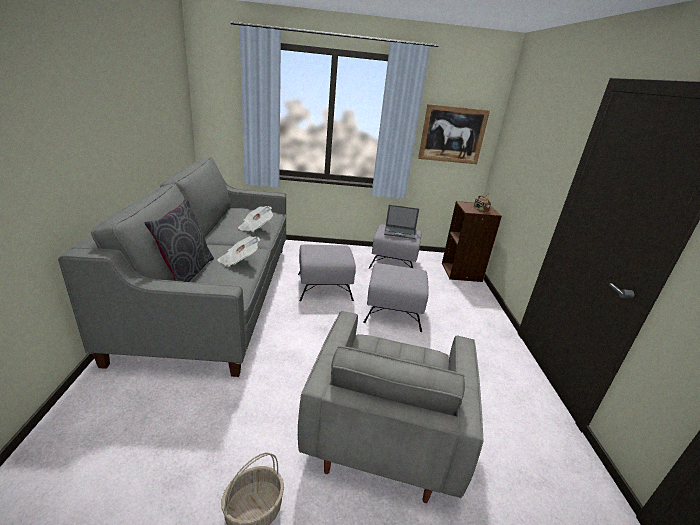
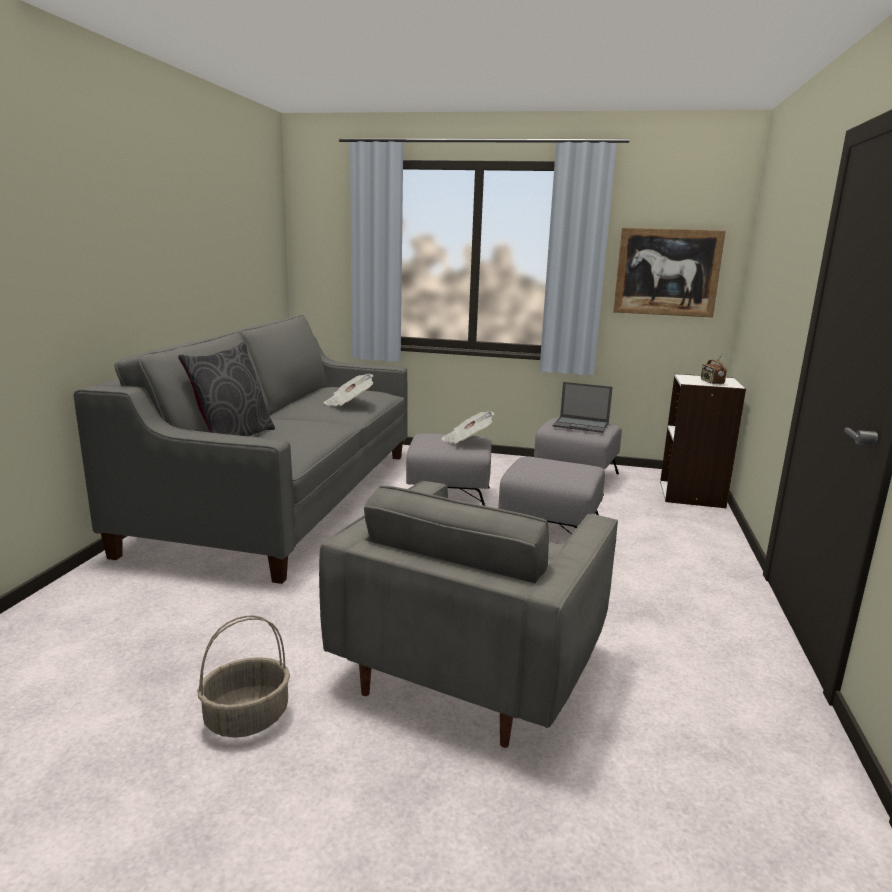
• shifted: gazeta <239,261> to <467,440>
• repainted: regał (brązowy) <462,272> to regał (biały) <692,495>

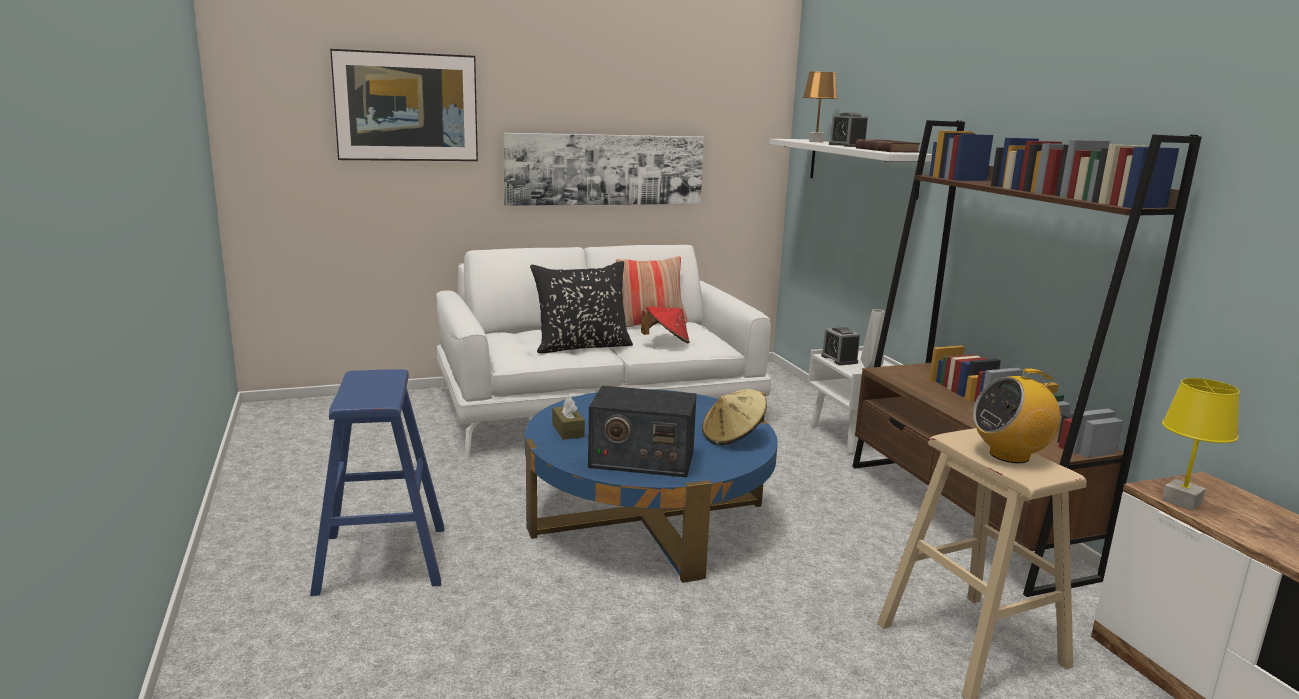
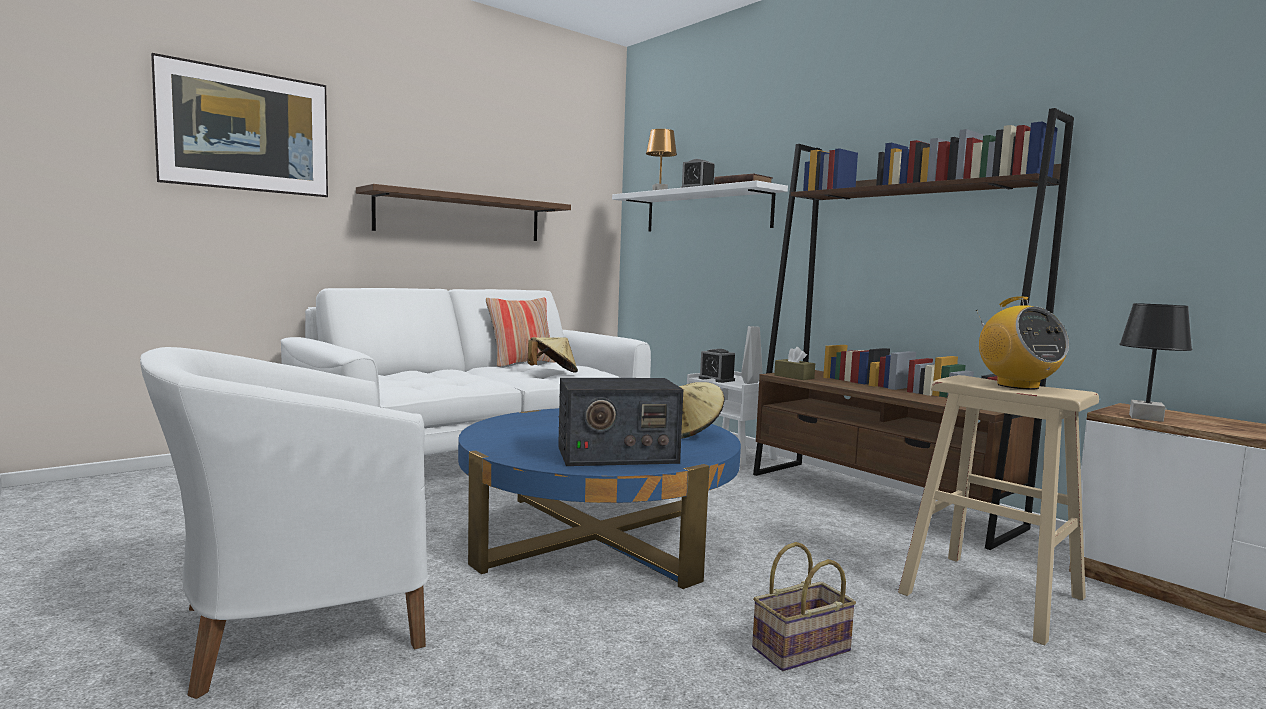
• swapped: stołek (niebieski) <382,559> to fotel (biały) <294,625>
• swapped: obraz <605,169> to półka (brązowy) <460,217>
• repainted: kapelusz (czerwony) <666,342> to kapelusz (beżowy) <553,373>
• new: koszyk <800,651>
• shifted: pudełko chusteczek (brązowy) <568,430> to <794,377>
• rotated: radio <1010,455> = <1017,386> 75 degrees counterclockwise
• repainted: lampa stołowa (żółty) <1181,502> to lampa stołowa (czarny) <1145,418>
• gone: poduszka (czarny) <582,346>

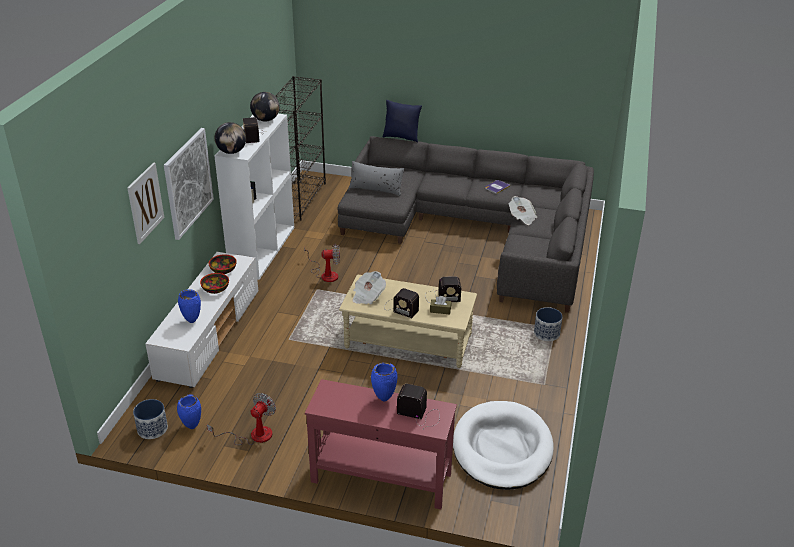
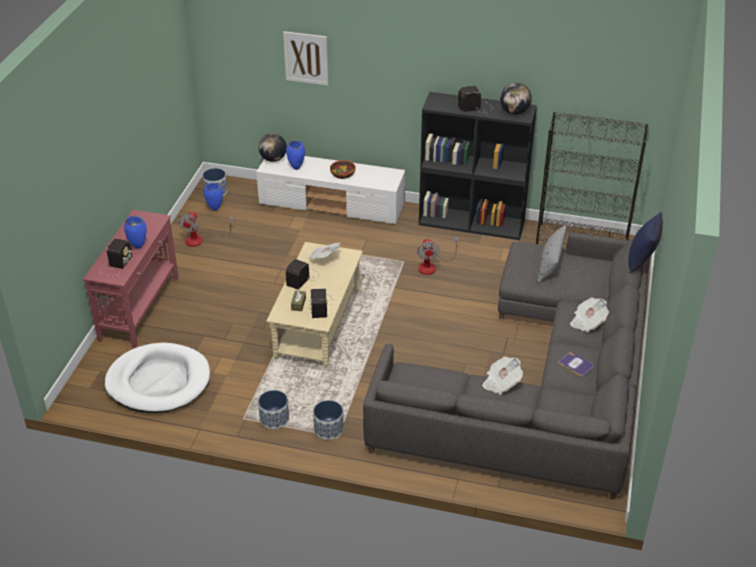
• rotated: wentylator <253,435> = <200,239> 75 degrees clockwise
• shifted: globus <231,152> to <273,159>
• new: donica <274,419>
• repainted: regał (biały) <262,250> to regał (czarny) <472,222>
• new: gazeta <587,322>
• gone: obraz <188,183>
• gone: miska <223,270>

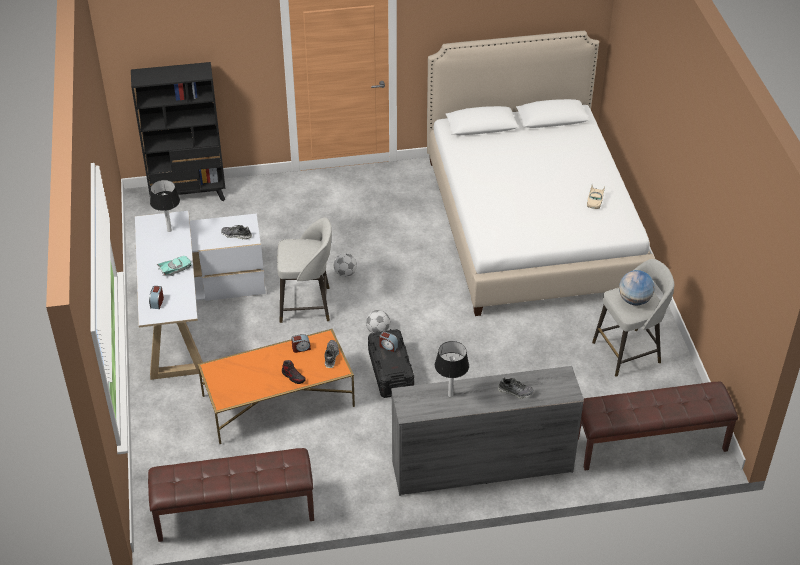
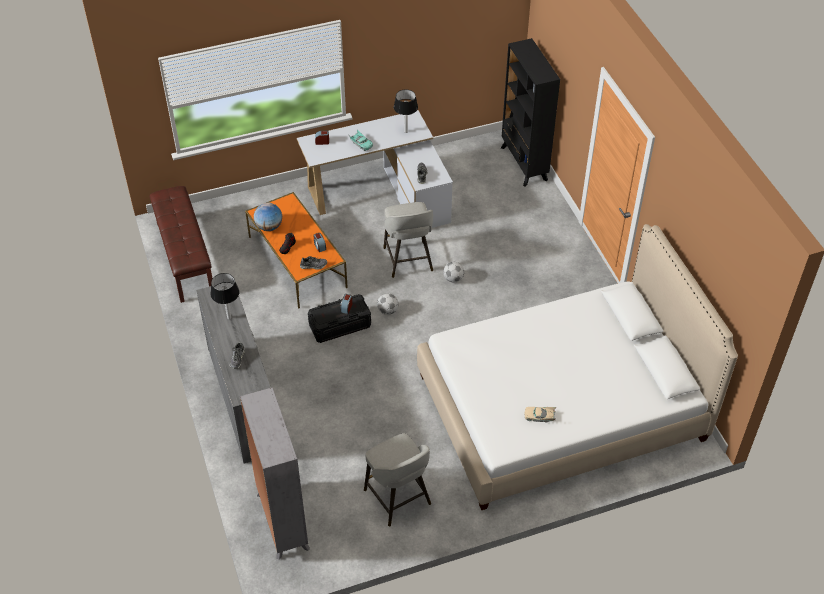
• swapped: ławka (brązowy) <650,444> to regał (szary) <283,521>
• shifted: globus <634,300> to <269,227>

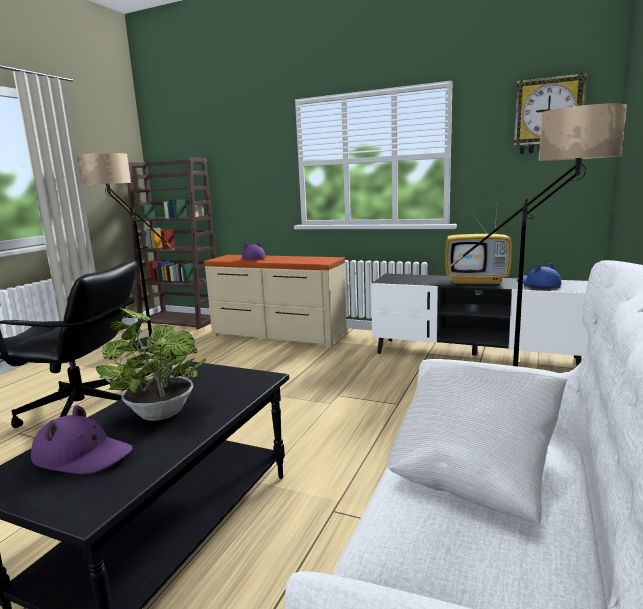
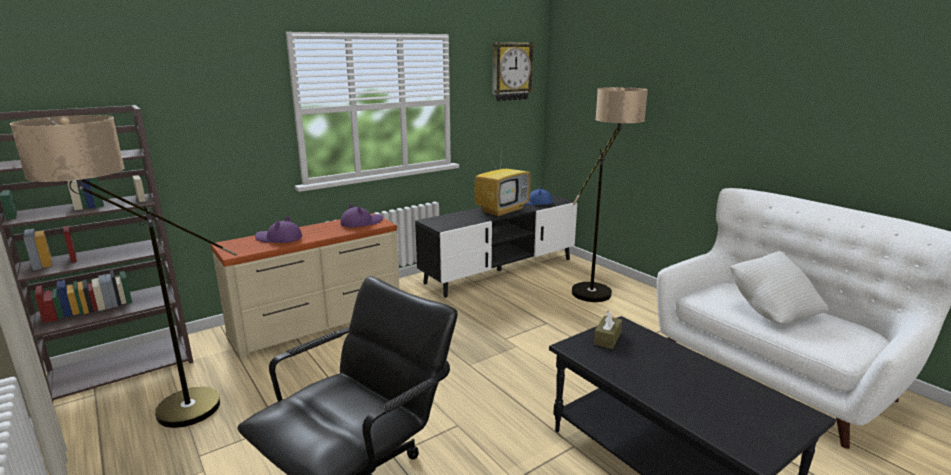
• shifted: kapelusz (fioletowy) <83,455> to <361,223>
• new: pudełko chusteczek (brązowy) <607,338>
• gone: roślina doniczkowa <158,412>

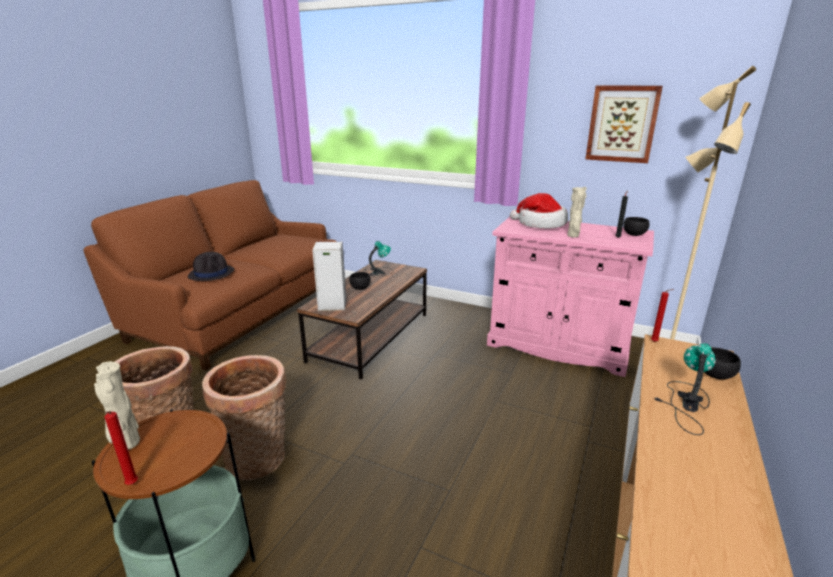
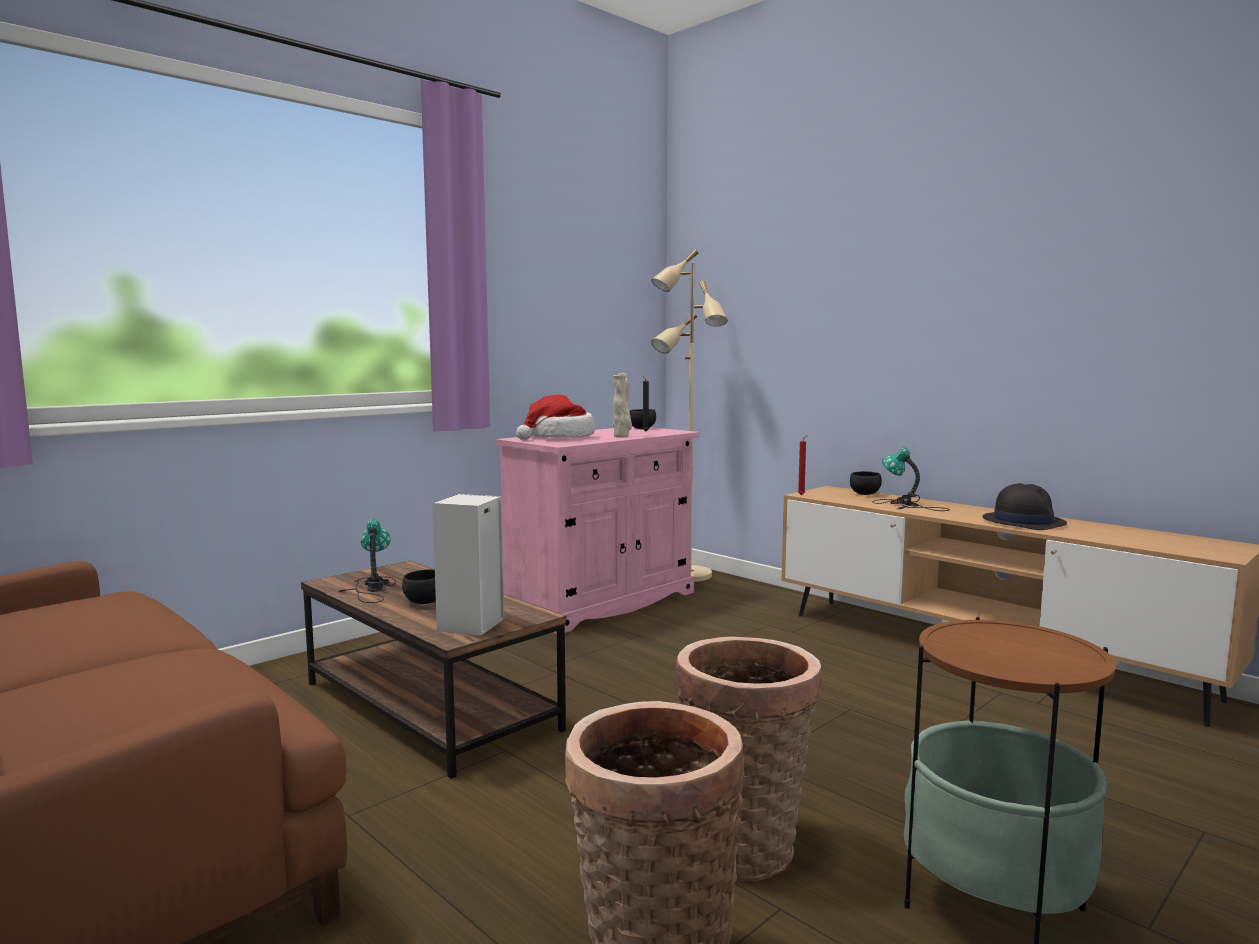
• shifted: kapelusz (czarny) <212,273> to <1023,521>
• gone: wazon (beżowy) <127,444>
• gone: świeca (czerwony) <132,485>
• gone: obraz <622,124>

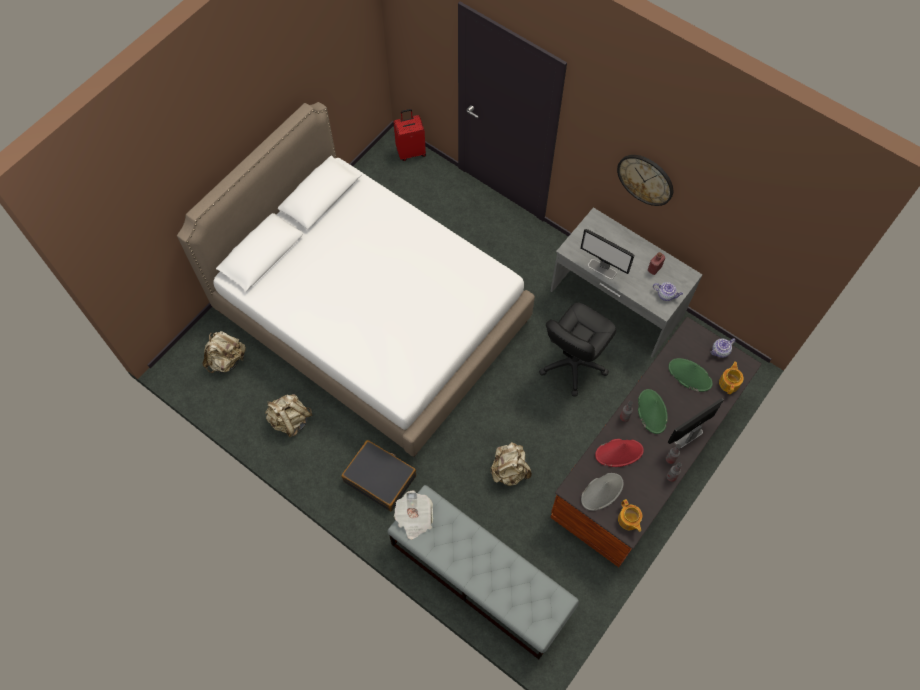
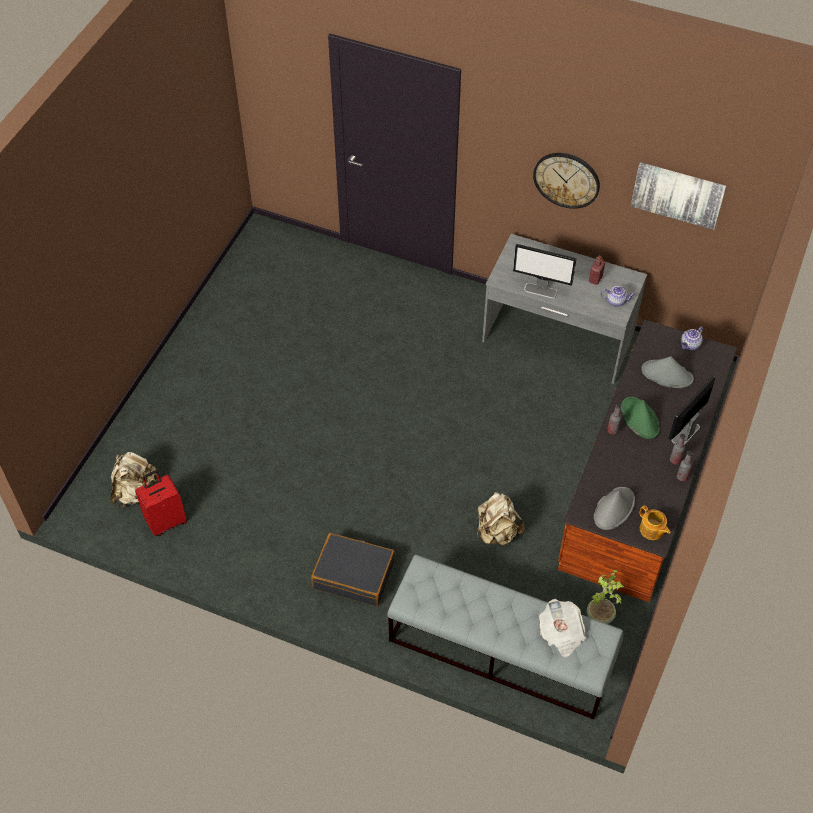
• shifted: walizka (czerwony) <411,152> to <166,521>
• shifted: gazeta <414,518> to <561,634>
• new: roślina doniczkowa <600,615>
• new: obraz <678,194>
• repainted: kapelusz (zielony) <689,375> to kapelusz (szary) <666,374>
• gone: łóżko (biały) <372,316>
• gone: plecak (beżowy) <290,420>
• gone: krzesło biurowe (czarny) <572,364>
• gone: kapelusz (czerwony) <619,453>
• gone: imbryk <729,382>

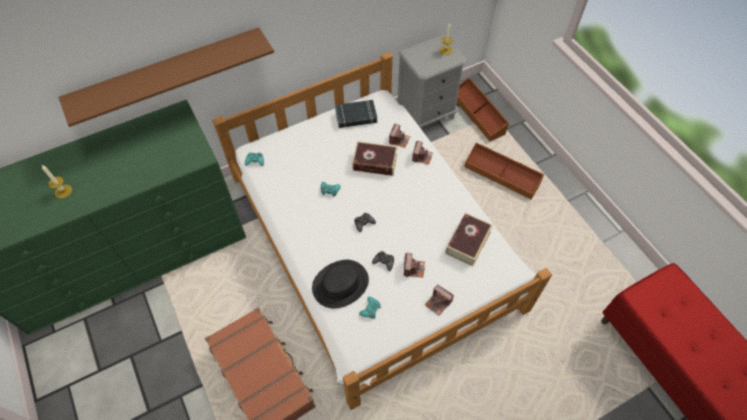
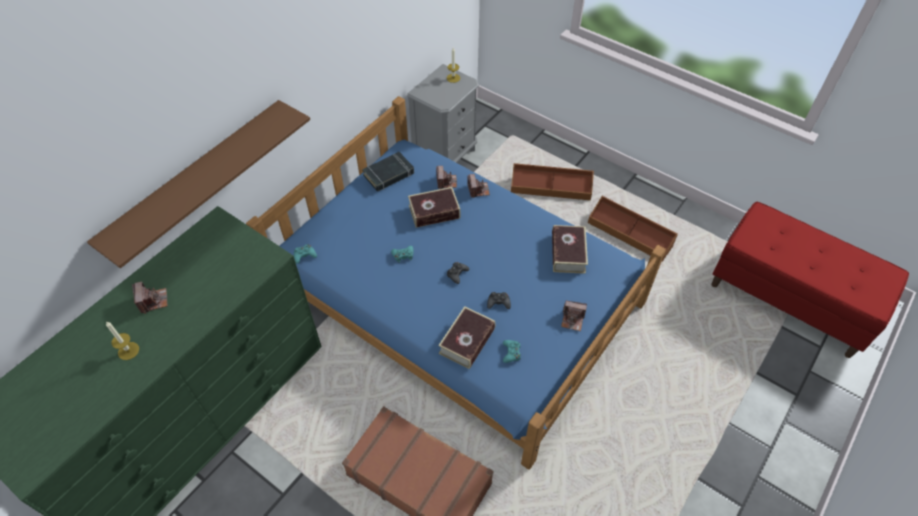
• shifted: aparat fotograficzny <413,268> to <153,301>
• repainted: łóżko (biały) <373,240> to łóżko (niebieski) <459,296>
• swapped: kapelusz (czarny) <340,284> to książka <467,341>
• shifted: pojemnik do przechowywania (brązowy) <478,114> to <630,234>

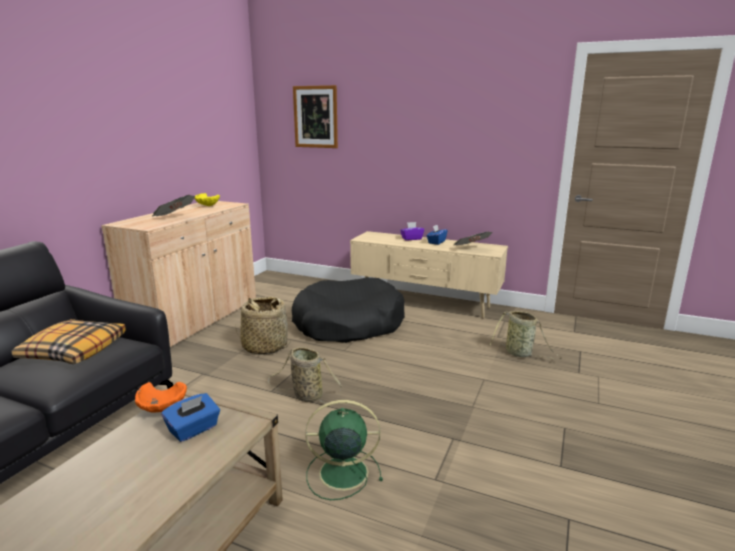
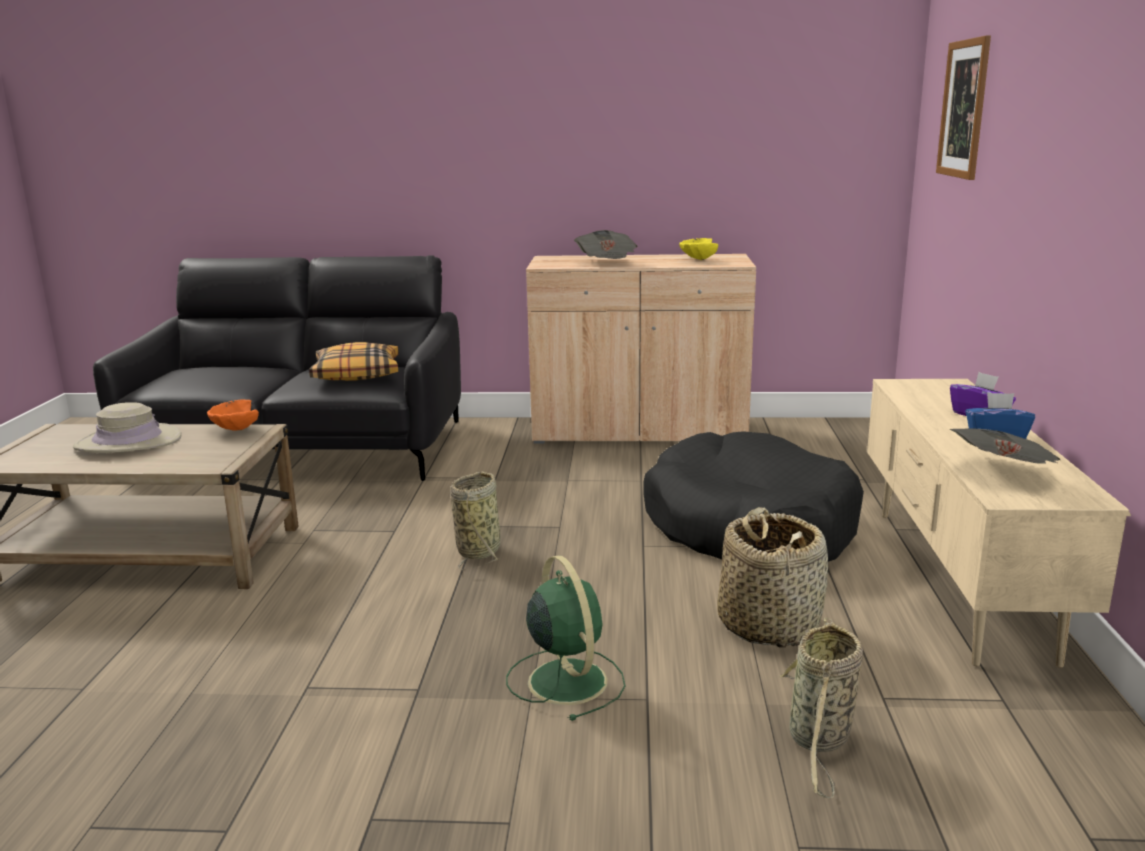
• new: kapelusz (beżowy) <128,442>
• shifted: wentylator (zielony) <341,473> to <566,679>
• shifted: koszyk <264,346> to <769,624>
• gone: pudełko chusteczek (niebieski) <193,429>

